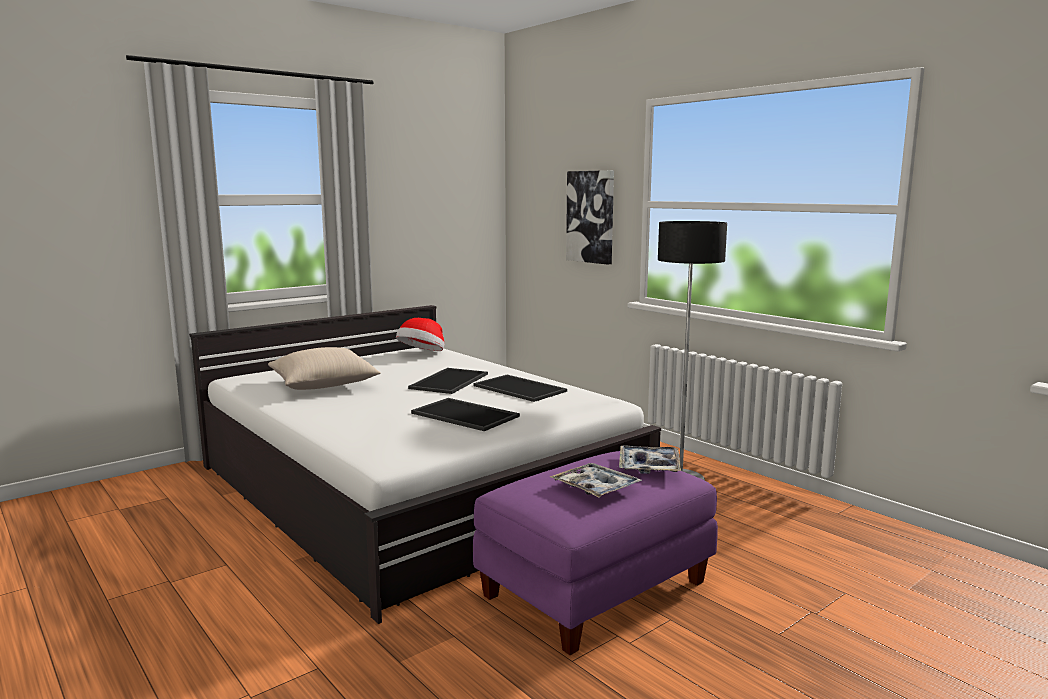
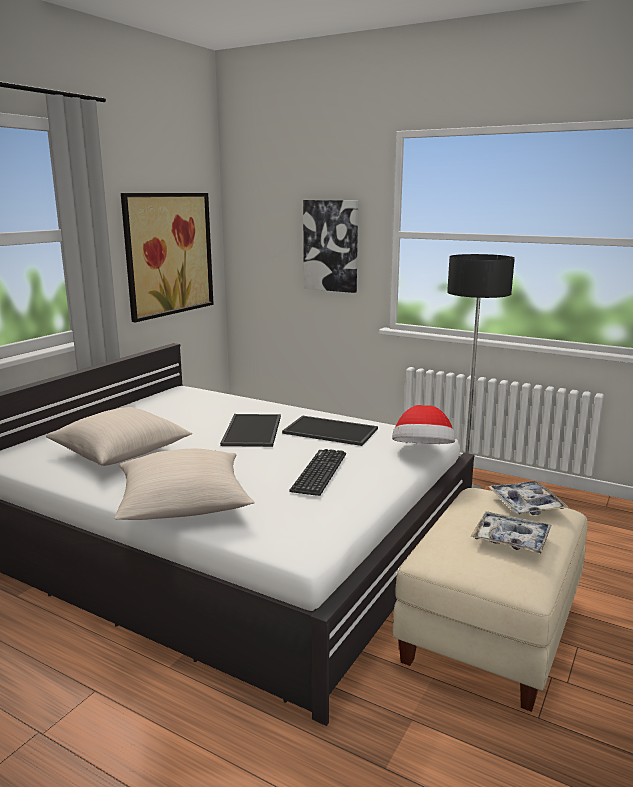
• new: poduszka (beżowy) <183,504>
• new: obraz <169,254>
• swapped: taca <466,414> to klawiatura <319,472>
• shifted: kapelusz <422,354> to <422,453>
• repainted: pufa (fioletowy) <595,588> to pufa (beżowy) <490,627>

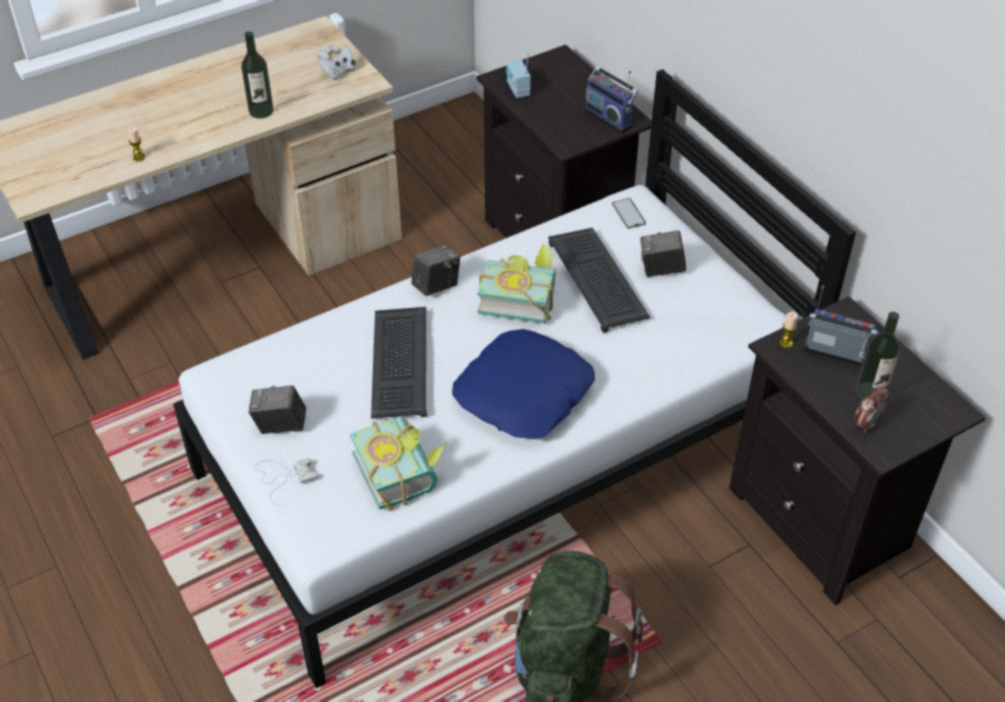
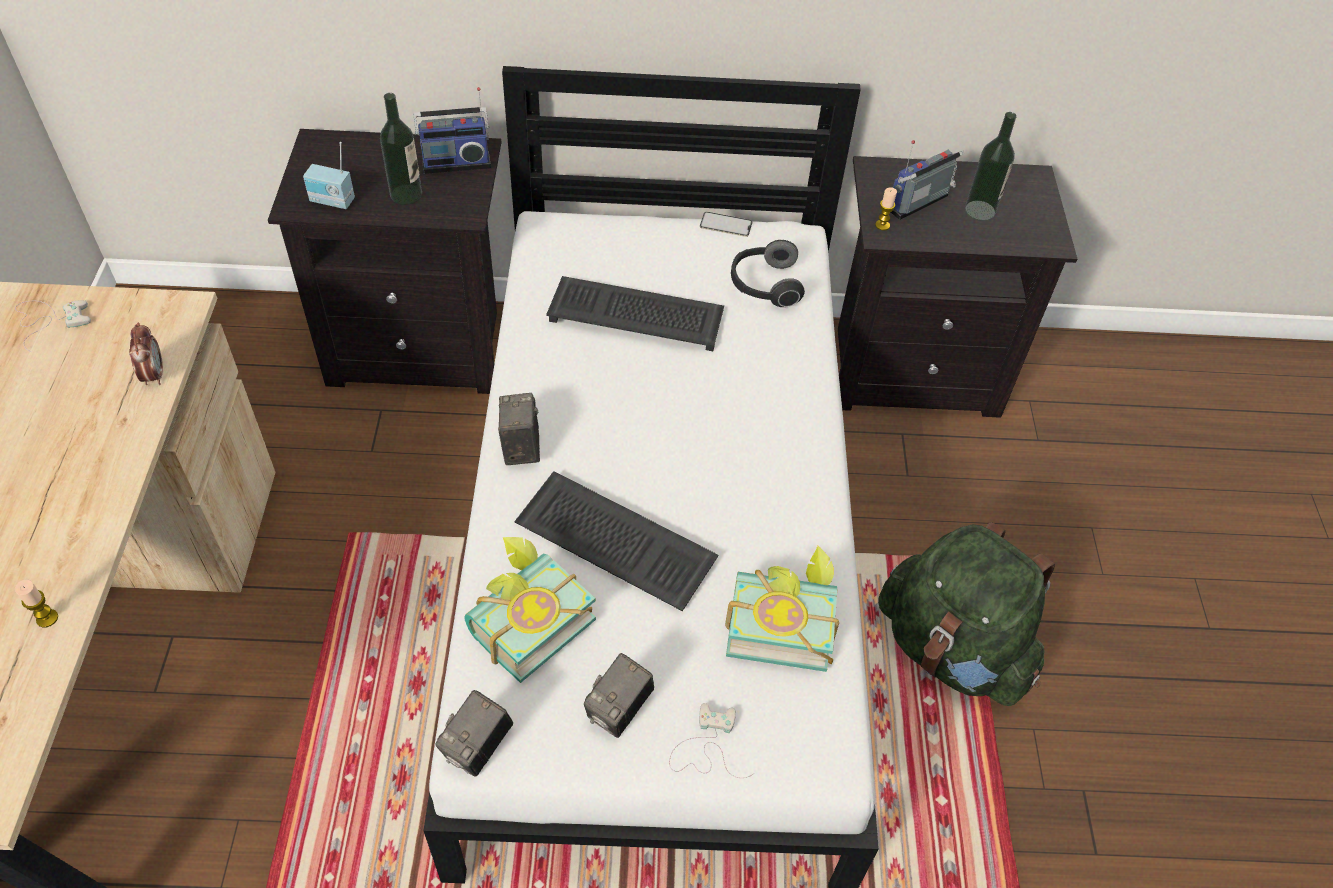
• shifted: budzik <866,424> to <154,375>
• shifted: butelka <261,111> to <406,194>
• shifted: aparat fotograficzny <661,269> to <478,748>
• shifted: książka <518,297> to <524,620>
• shifted: telefon <628,213> to <726,224>
• new: słuchawki <764,285>
• gone: pad do gier (biały) <339,72>
• gone: poduszka (niebieski) <524,394>

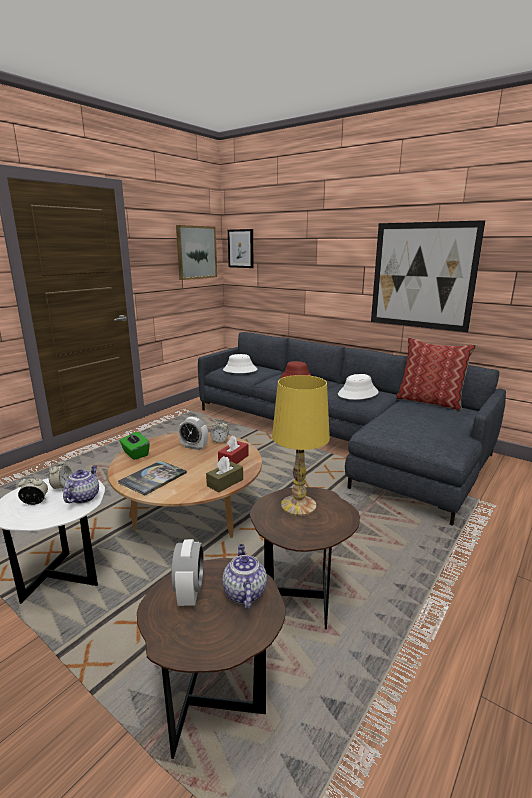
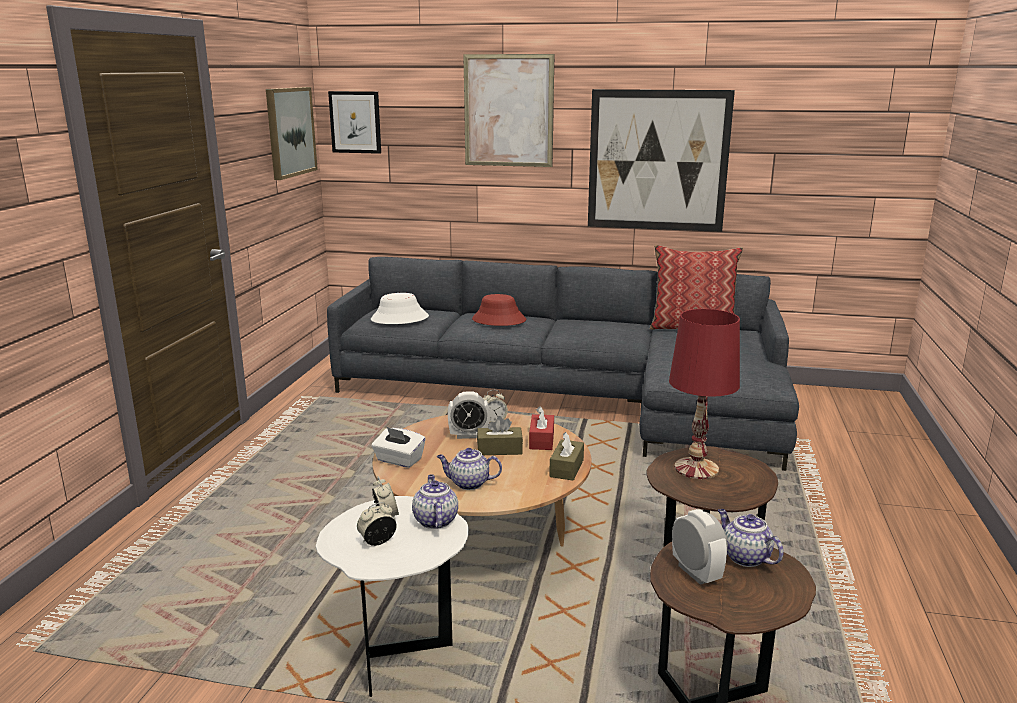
• repainted: pudełko chusteczek (zielony) <135,453> to pudełko chusteczek (biały) <399,460>
• swapped: książka <153,478> to imbryk <468,483>
• new: obraz <508,111>
• new: pudełko chusteczek (brązowy) <499,449>
• repainted: lampa stołowa (żółty) <298,505> to lampa stołowa (czerwony) <695,468>
• gone: kapelusz (biały) <358,393>

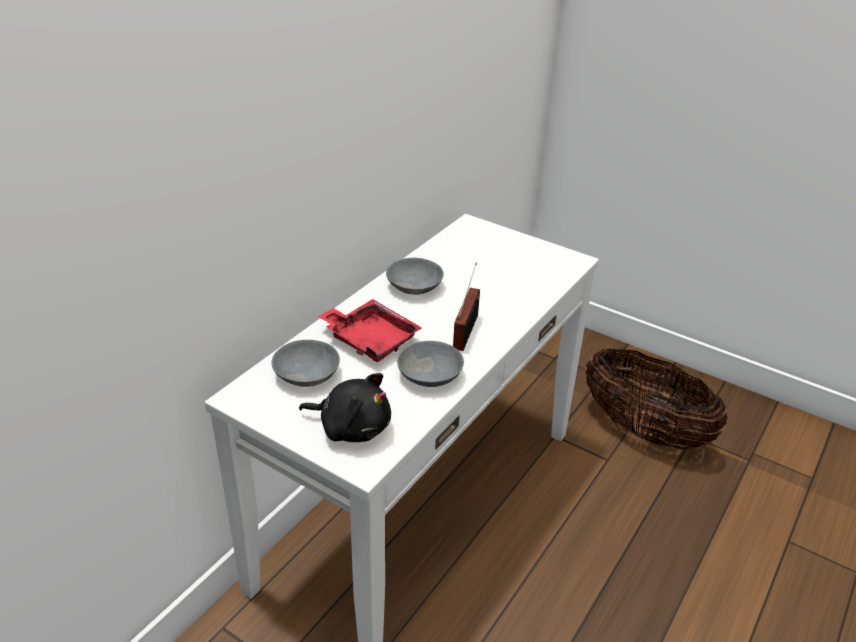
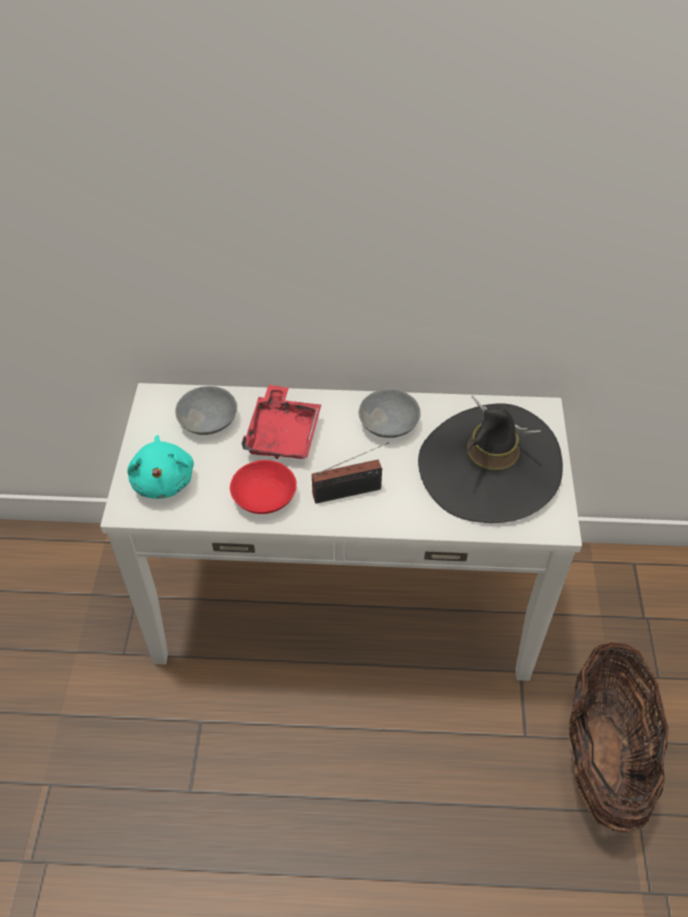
• repainted: pluszak (czarny) <352,427> to pluszak (turkusowy) <163,480>
• repainted: miska (szary) <430,374> to miska (czerwony) <265,496>
• new: kapelusz (czarny) <488,468>

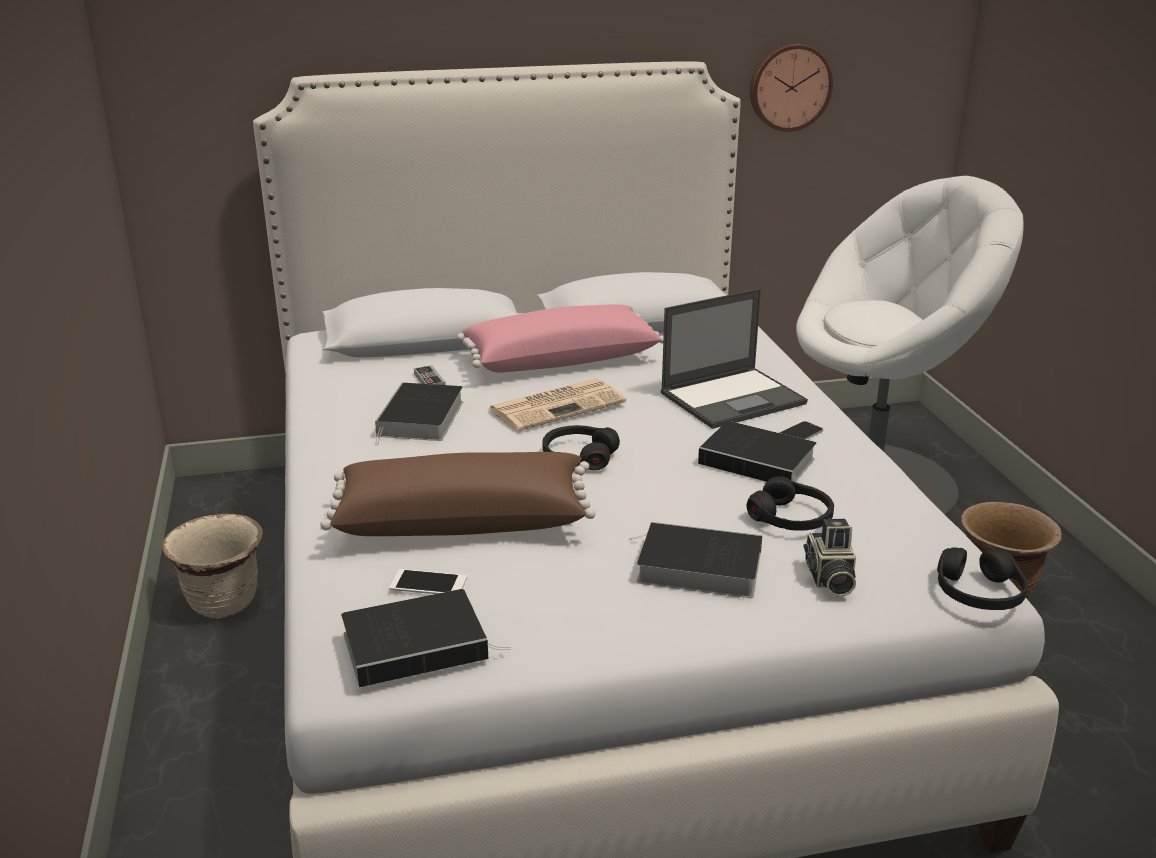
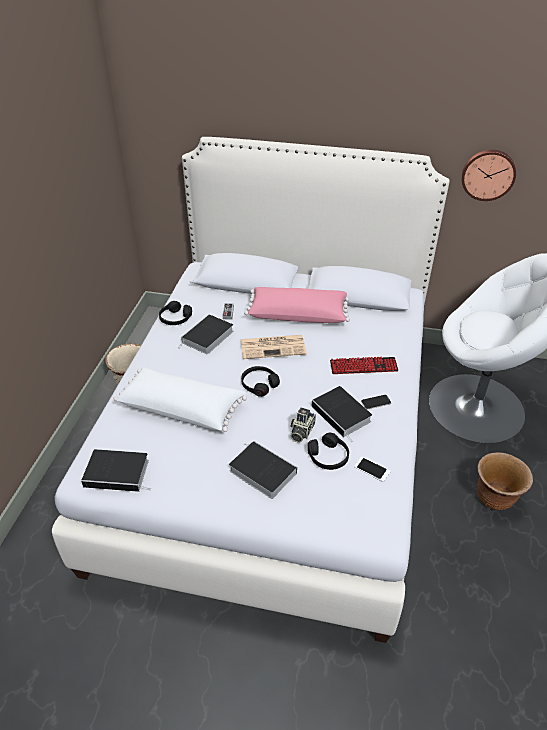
• repainted: poduszka (brązowy) <462,520> to poduszka (biały) <182,408>
• shifted: słuchawki (czarny) <979,593> to <175,318>
• shifted: aparat fotograficzny <828,579> to <301,431>
• swapped: laptop <734,398> to klawiatura <363,366>
• shifted: telefon <428,583> to <372,469>

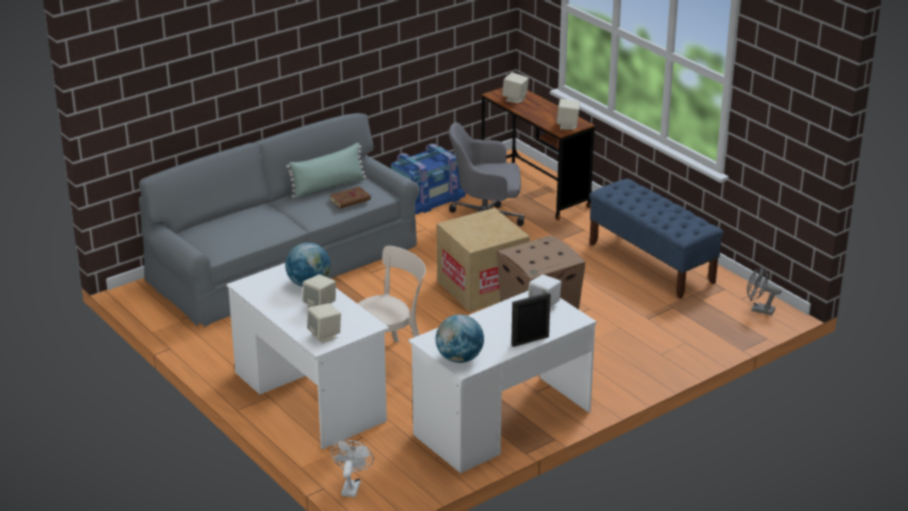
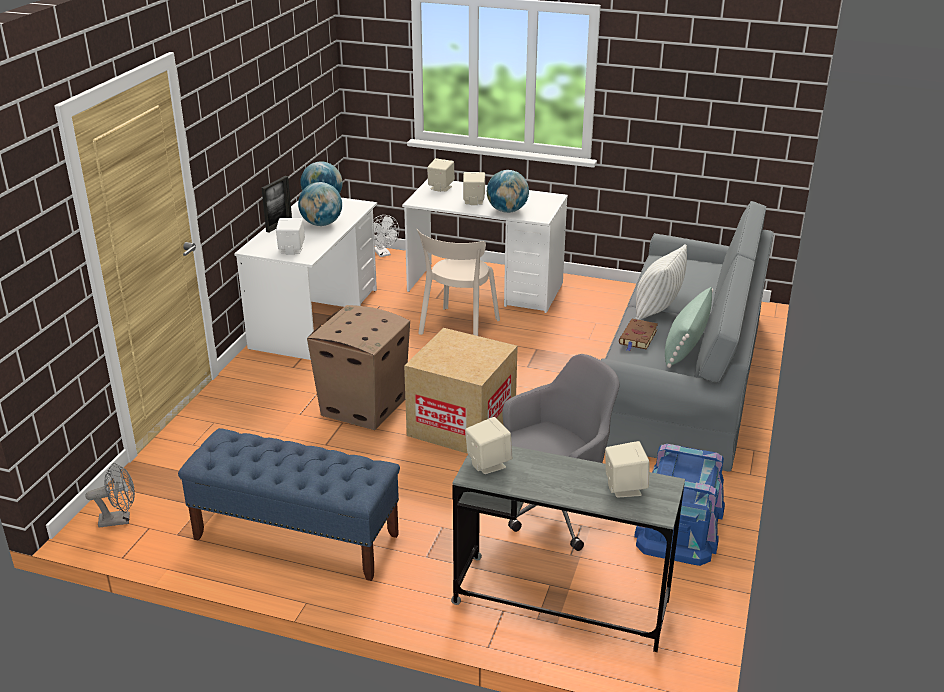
• new: globus <321,224>
• repainted: biurko (brązowy) <535,191> to biurko (szary) <561,602>
• new: poduszka (biały) <657,310>

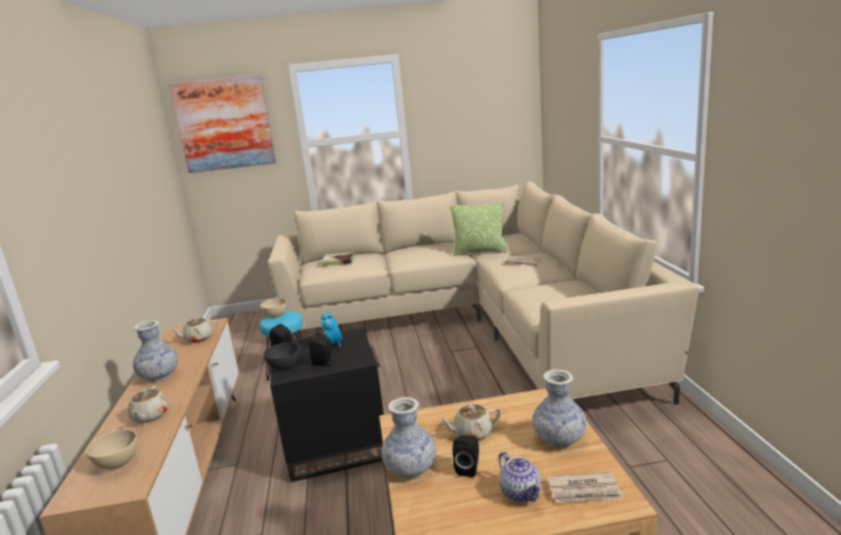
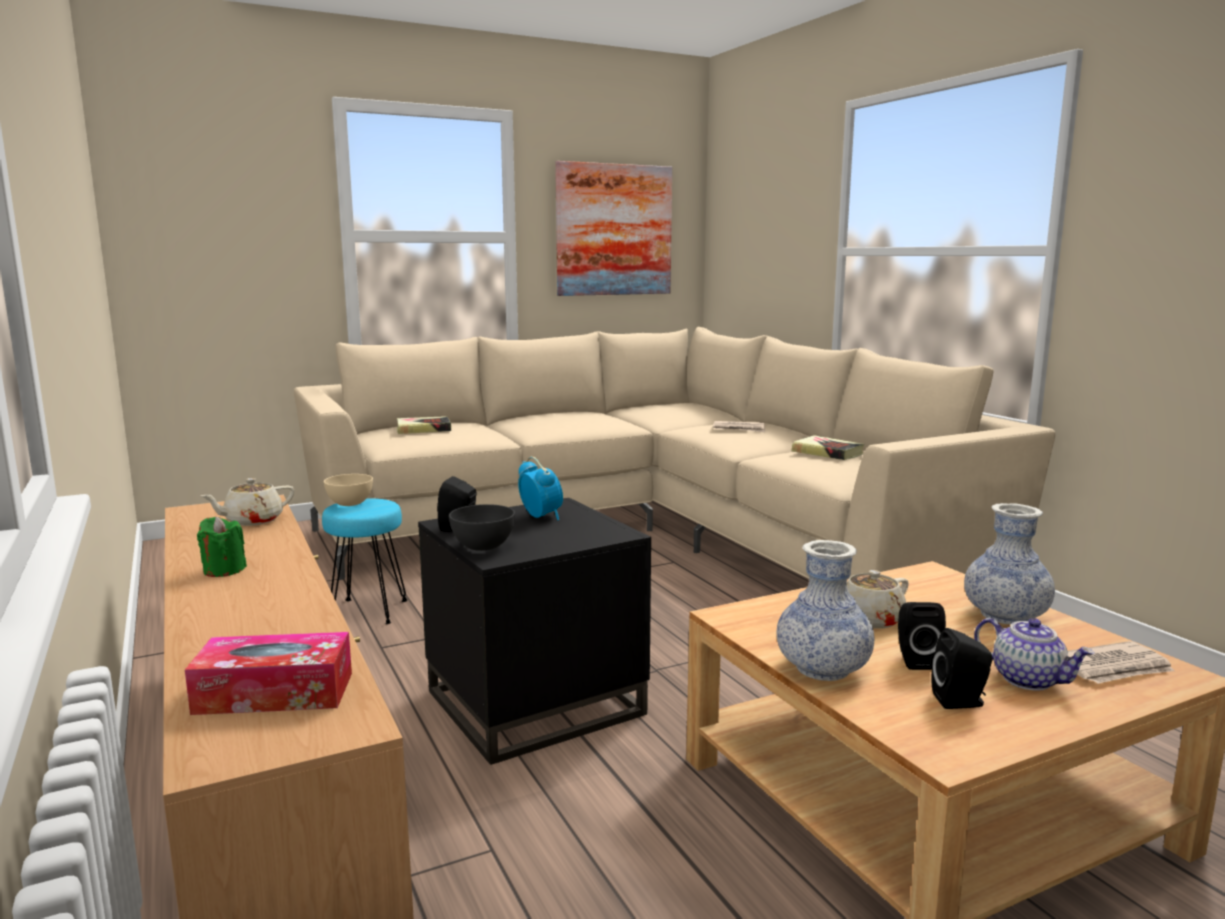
• swapped: miska (beżowy) <118,463> to pudełko chusteczek <274,693>
• swapped: wazon <159,376> to świeca (zielony) <224,570>
• shifted: obraz <224,124> to <614,230>
• new: książka <827,453>
• shifted: głośnik (czarny) <324,363> to <961,702>
• gone: imbryk (beżowy) <150,416>
• gone: poduszka <480,252>

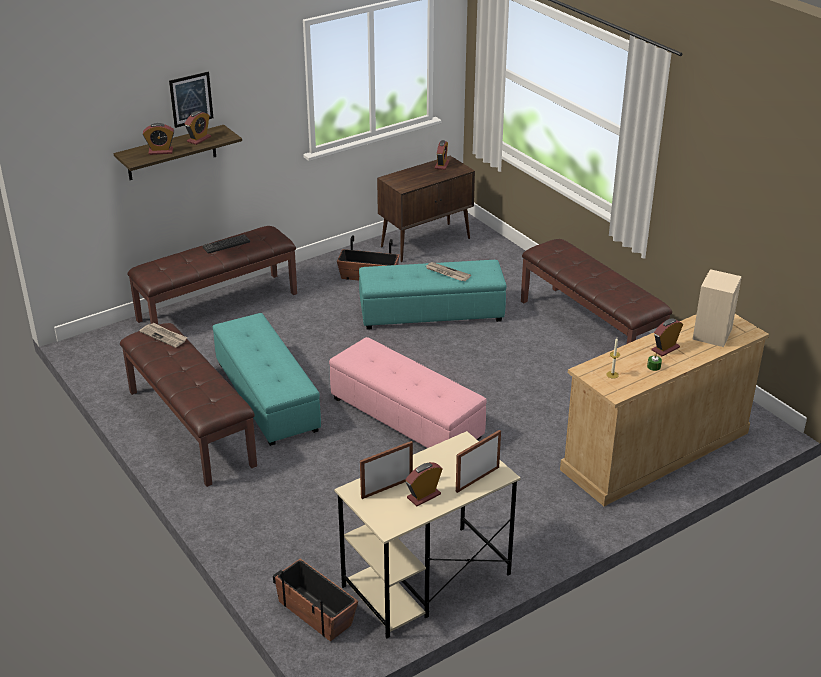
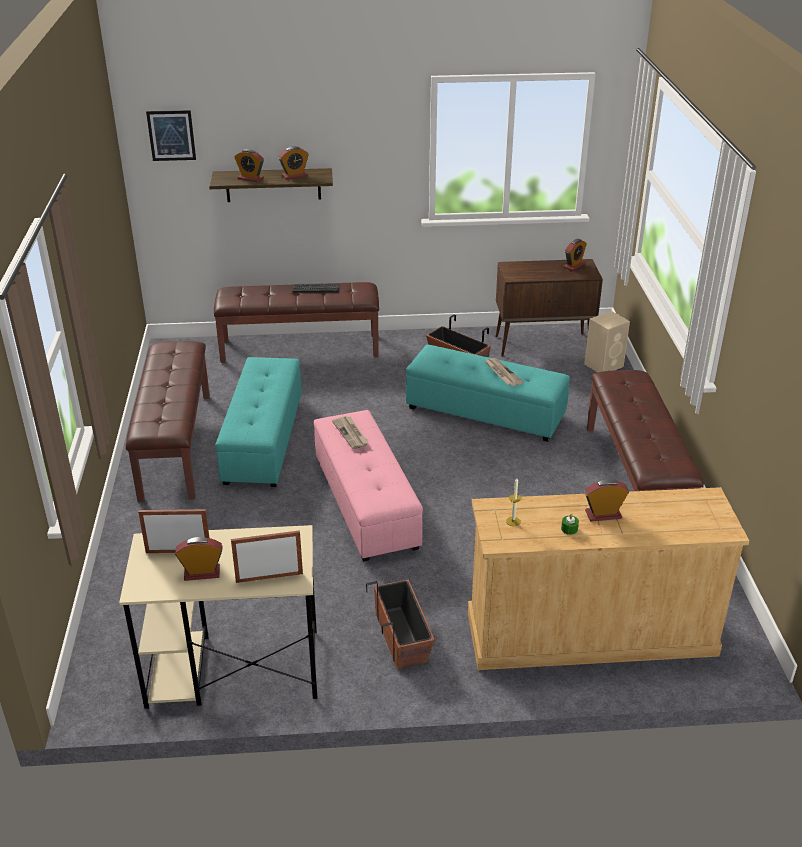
• shifted: obraz <191,99> to <171,135>
• shifted: gazeta <164,336> to <351,433>
• shifted: donica <316,612> to <401,637>
• shifted: głośnik (beżowy) <712,333> to <604,365>

